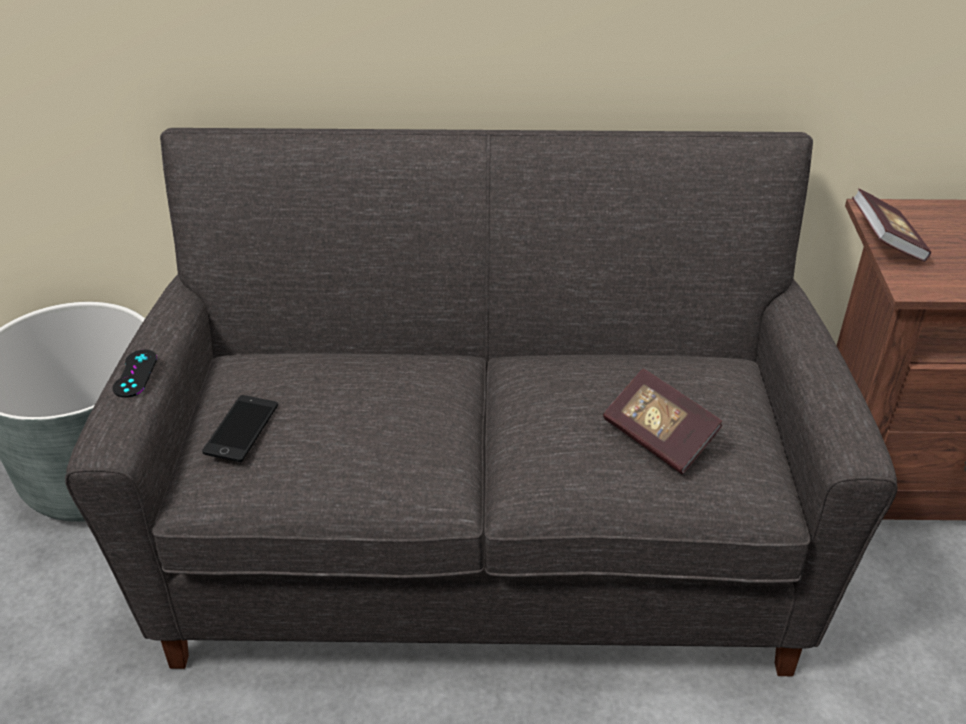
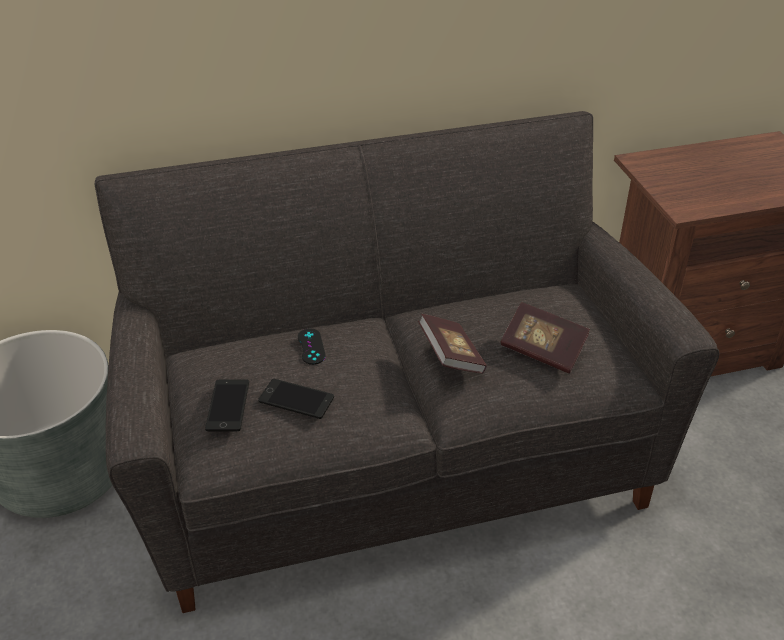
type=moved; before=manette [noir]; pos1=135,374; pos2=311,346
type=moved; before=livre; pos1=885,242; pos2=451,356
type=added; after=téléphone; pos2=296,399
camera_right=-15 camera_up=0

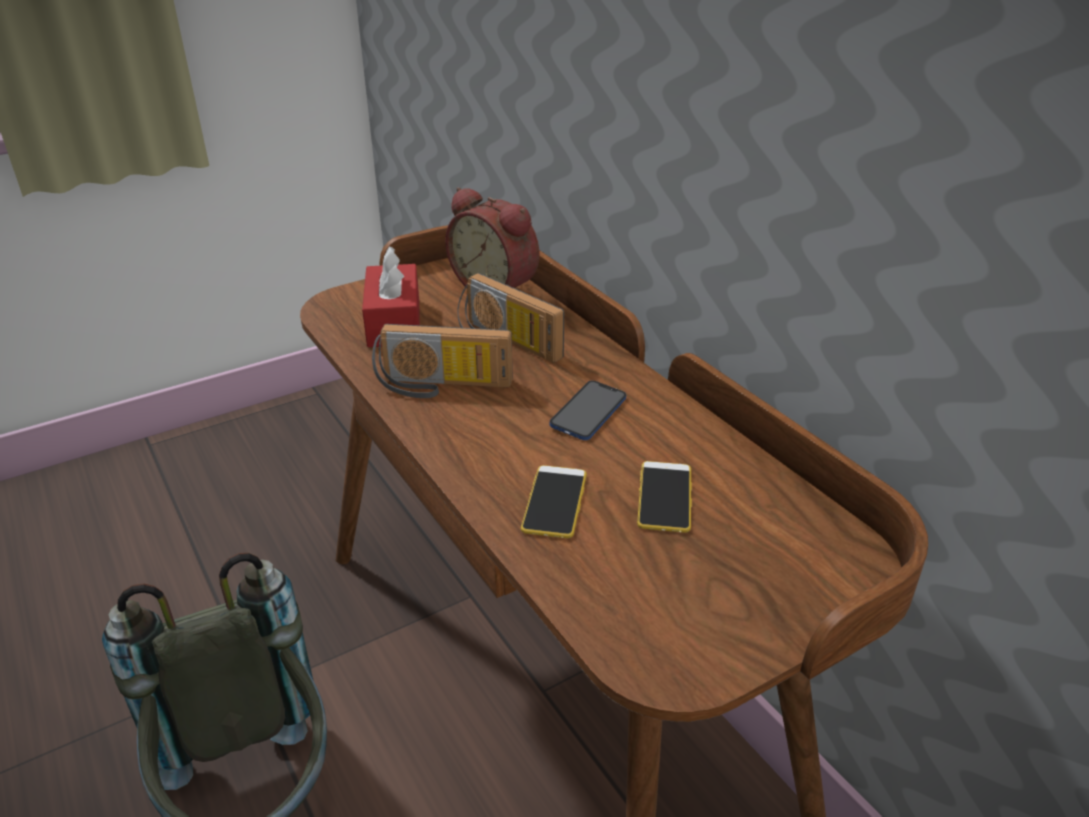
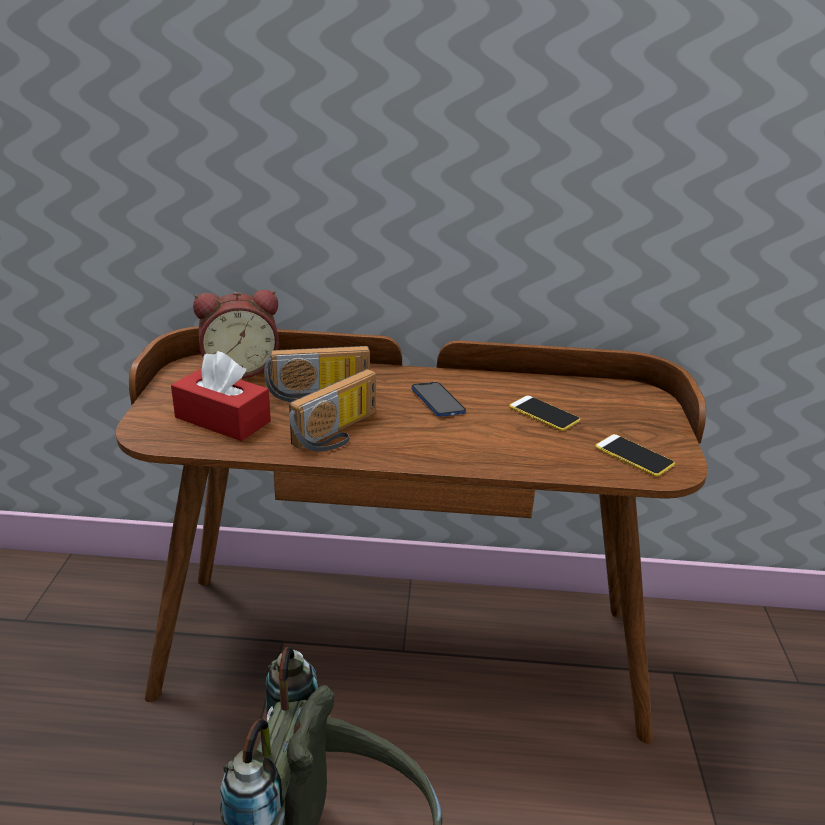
type=moved; before=téléphone; pos1=554,502; pos2=634,456
camera_right=-55 camera_up=-5

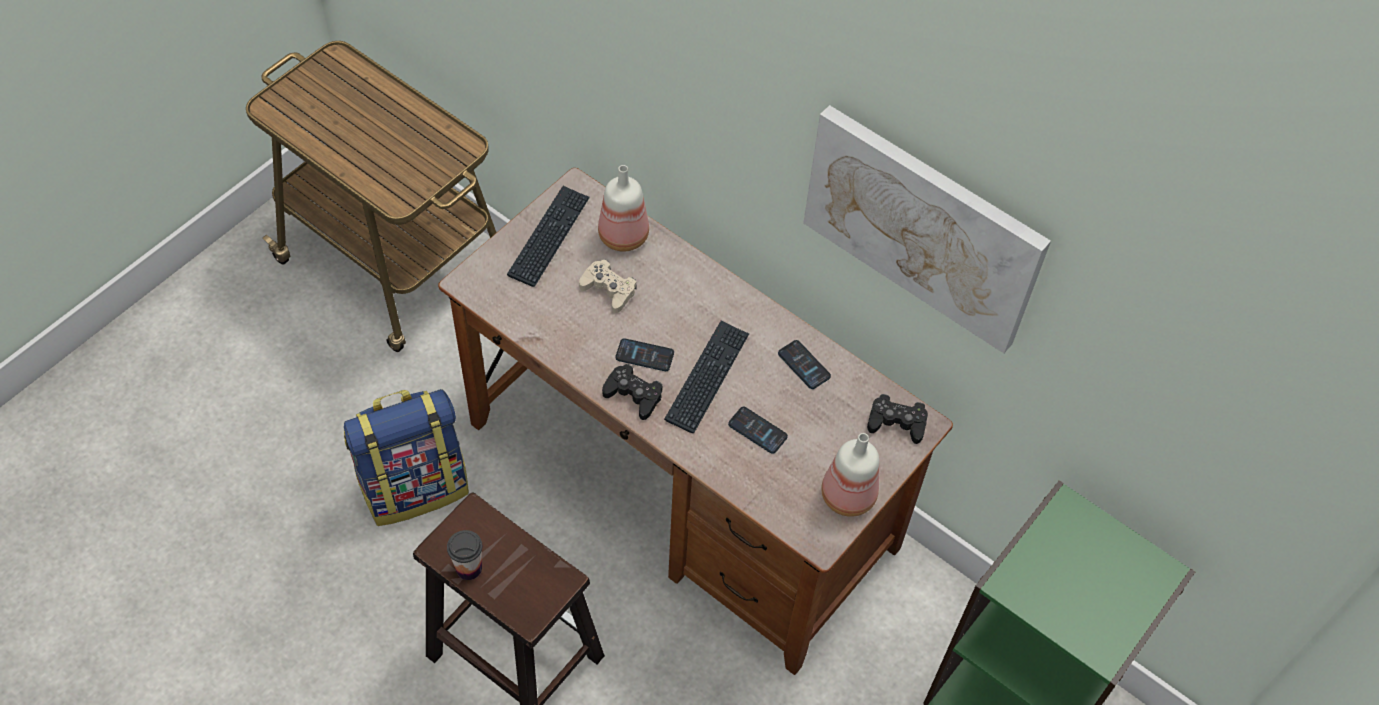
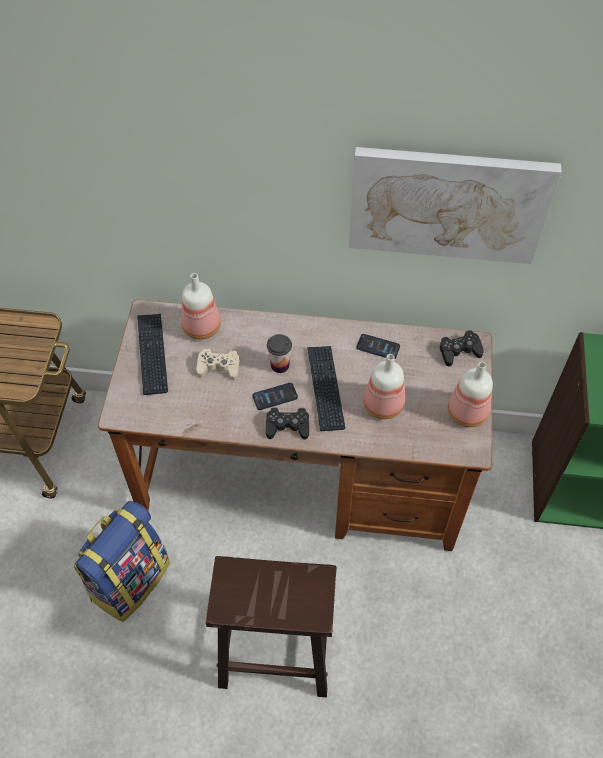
type=moved; before=tasse; pos1=469,568; pos2=280,365
type=replaced; before=téléphone; after=bouteille; pos1=757,430; pos2=382,404
camera_right=-30 camera_up=0

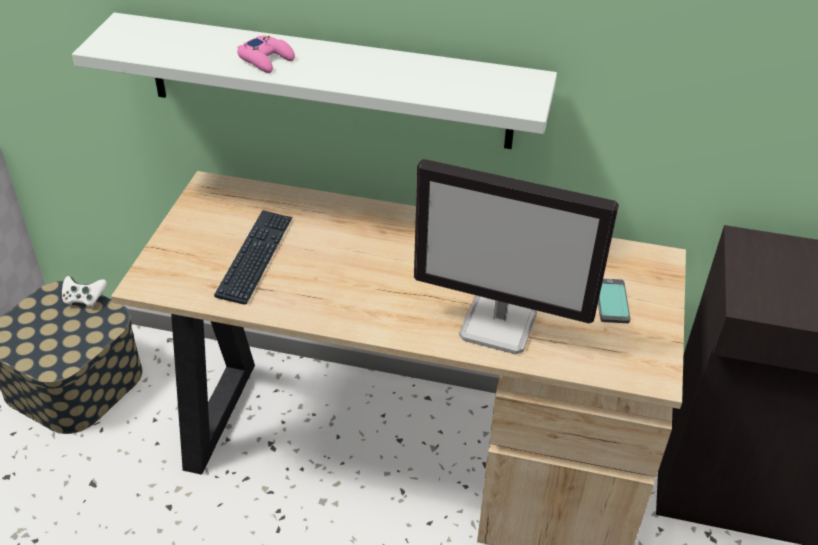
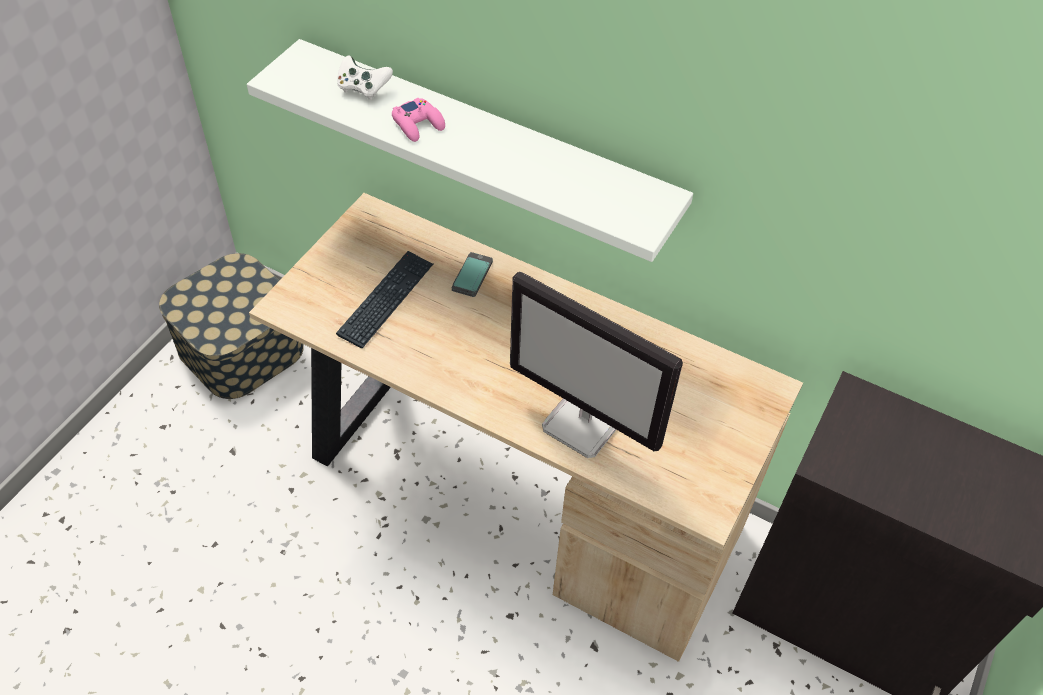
type=moved; before=manette [blanc]; pos1=84,299; pos2=363,88
type=moved; before=téléphone; pos1=611,301; pos2=472,275
camera_right=15 camera_up=10

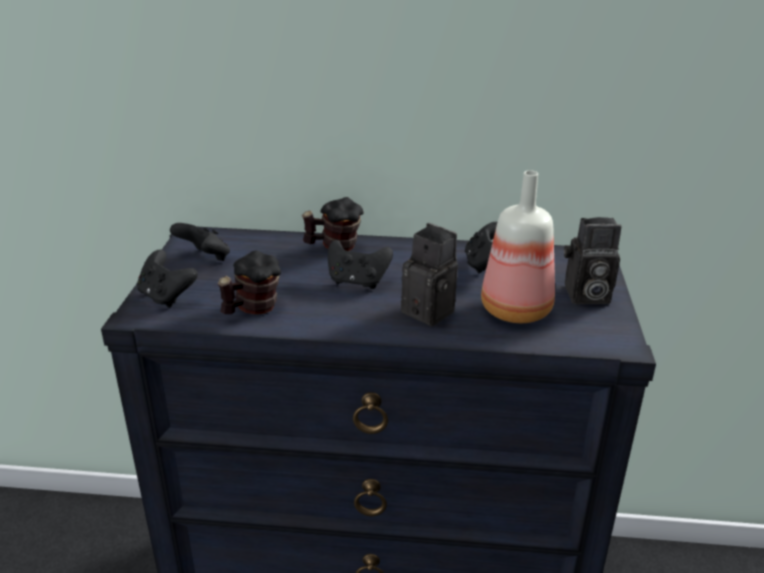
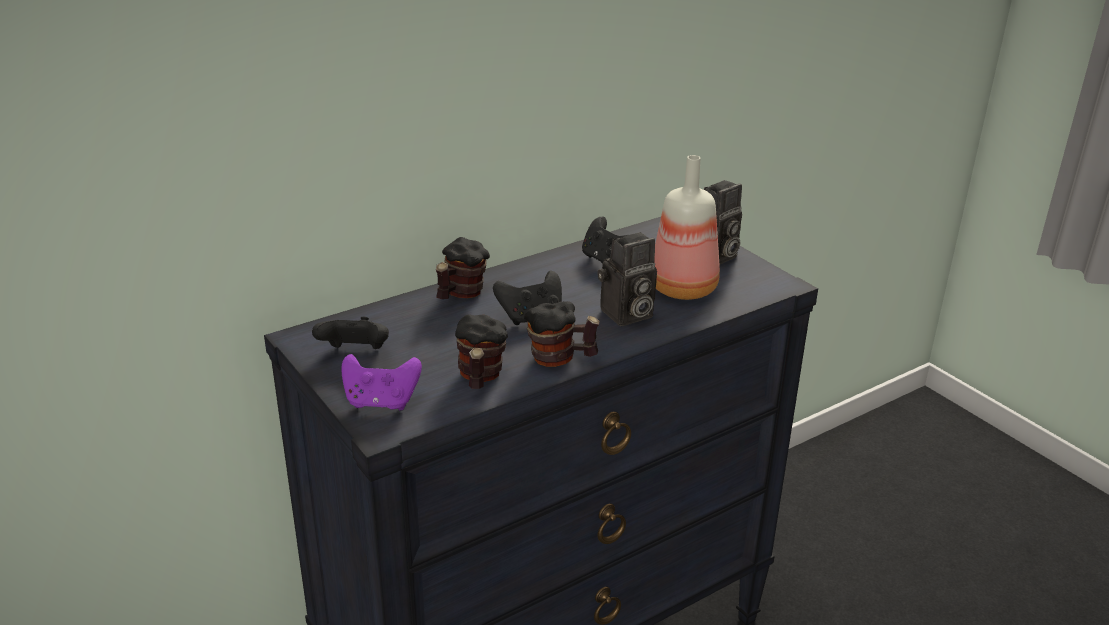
type=recoloured; before=manette [noir]; after=manette [violet]; pos1=166,297; pos2=381,402
type=turned; before=appareil photo; pos1=432,311; pos2=626,315; turn=150
type=added; after=mug; pos2=560,359
camera_right=-40 camera_up=0

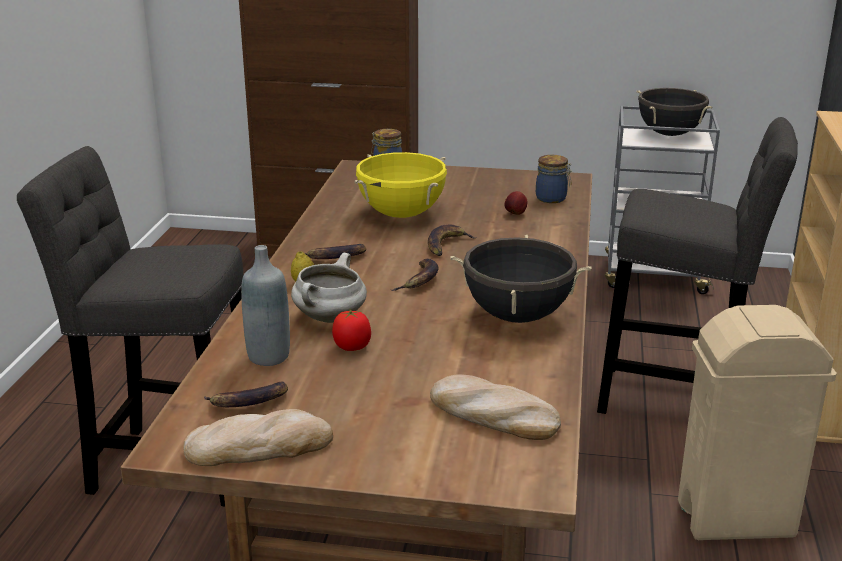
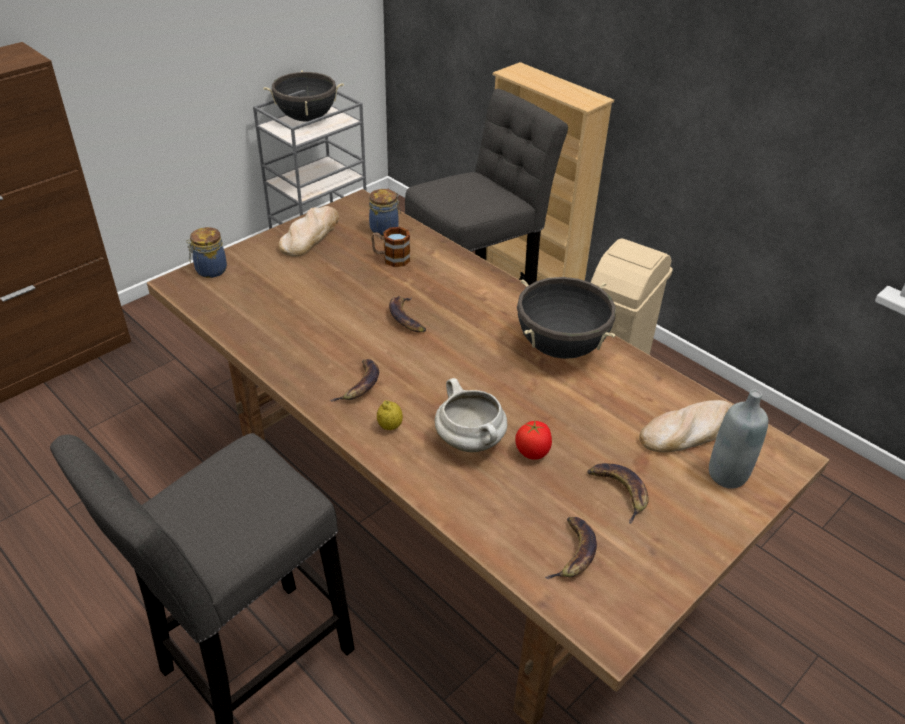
type=moved; before=pain; pos1=259,446; pos2=310,234
type=moved; before=bouteille [gris]; pos1=268,356; pos2=727,475
type=removed; before=marmite [jaune]; pos1=402,214
type=moved; before=banane; pos1=419,280; pos2=620,492
type=replaced; before=pomme; after=mug; pos1=515,214; pos2=391,258
camera_right=-55 camera_up=15

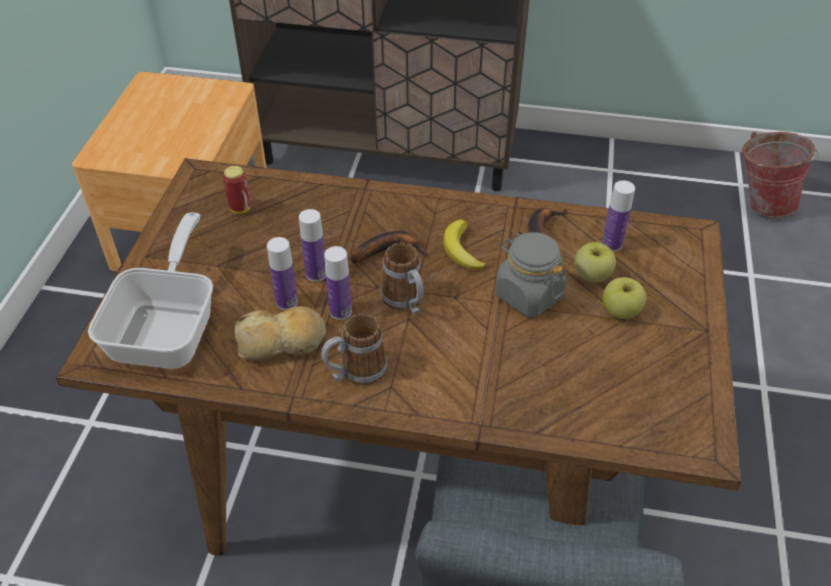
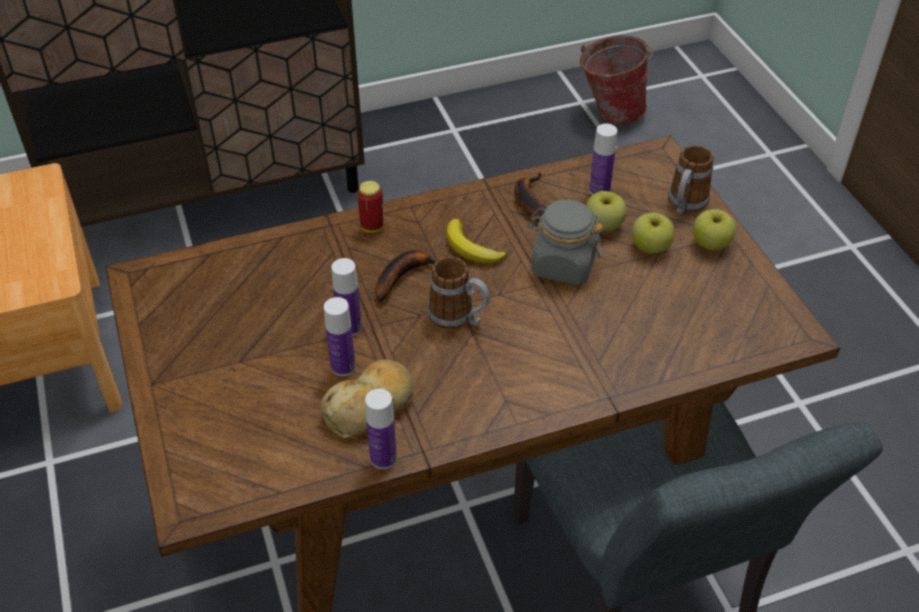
type=removed; before=poêle; pos1=169,327
type=moved; before=boîte métallique; pos1=240,208; pos2=372,227
type=moved; before=mug; pos1=355,373; pos2=685,205
type=moved; before=bouteille; pos1=340,311; pos2=383,458
type=added; after=pomme; pos2=711,244
camera_right=-30 camera_up=0

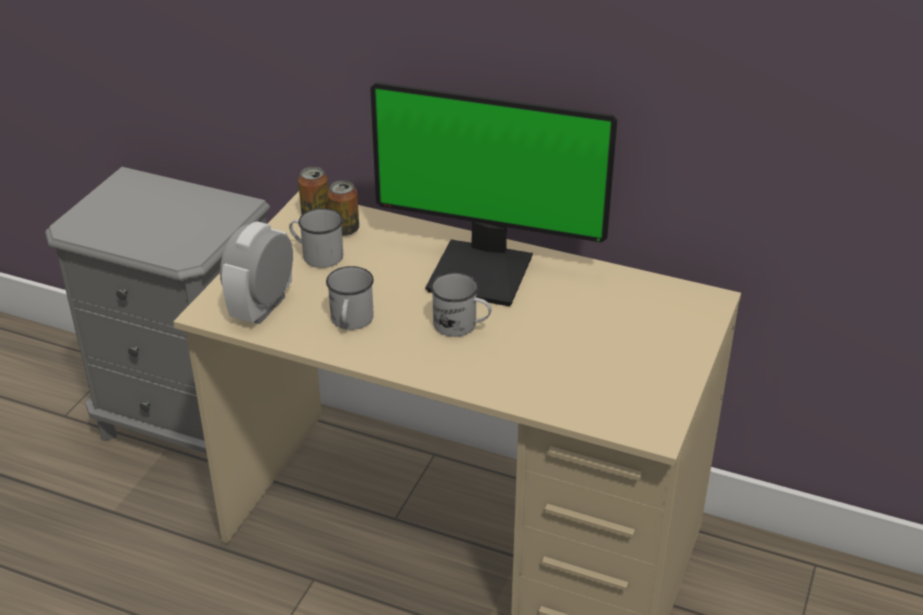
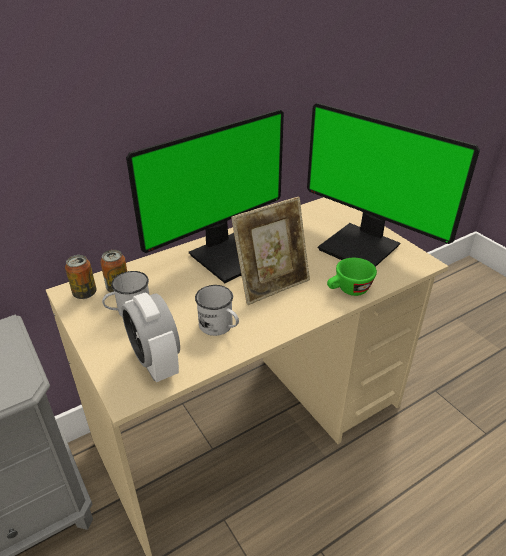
type=replaced; before=mug [blanc]; after=cadre photo; pos1=461,326; pos2=272,285
type=added; after=écran d'ordinateur; pos2=362,246
type=added; after=tasse [vert]; pos2=348,290
camera_right=-55 camera_up=0

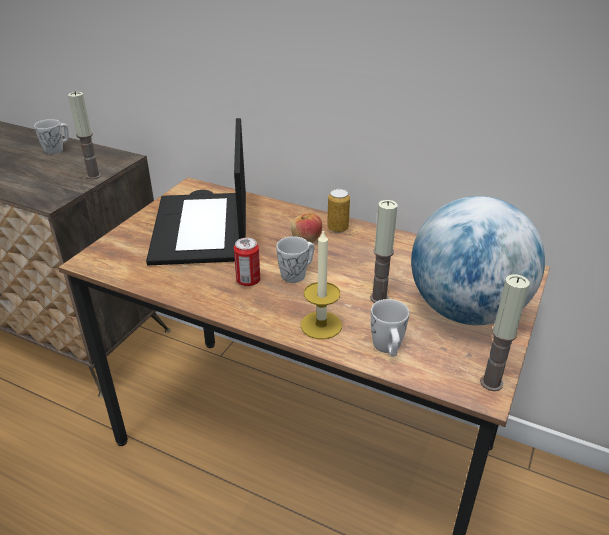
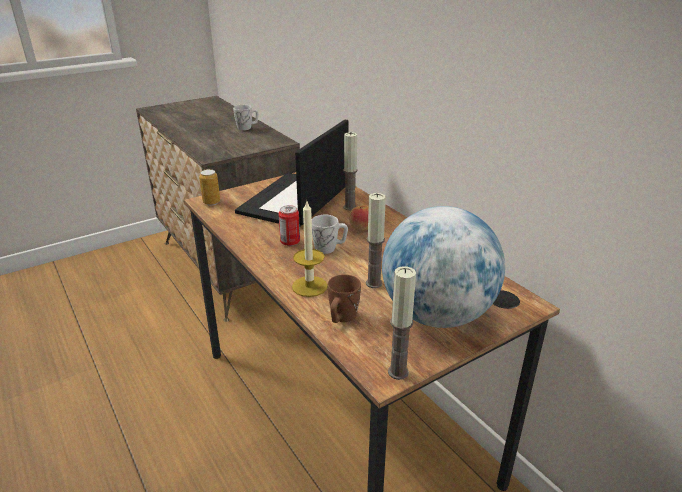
type=moved; before=bougie; pos1=93,176; pos2=350,207
type=moved; before=boîte métallique; pos1=337,228; pos2=211,202
type=recoloured; before=mug [blanc]; after=mug [marron]; pos1=388,348; pos2=341,318
camera_right=30 camera_up=-5

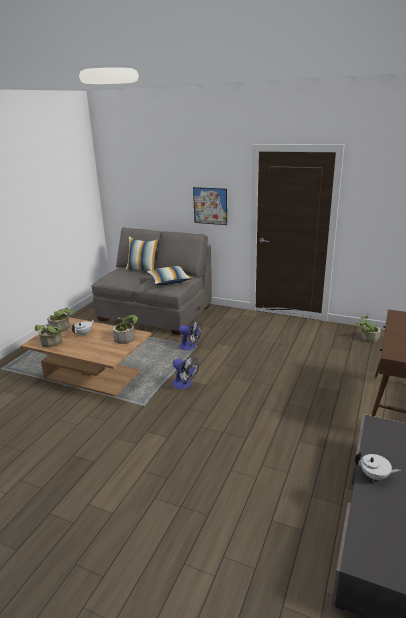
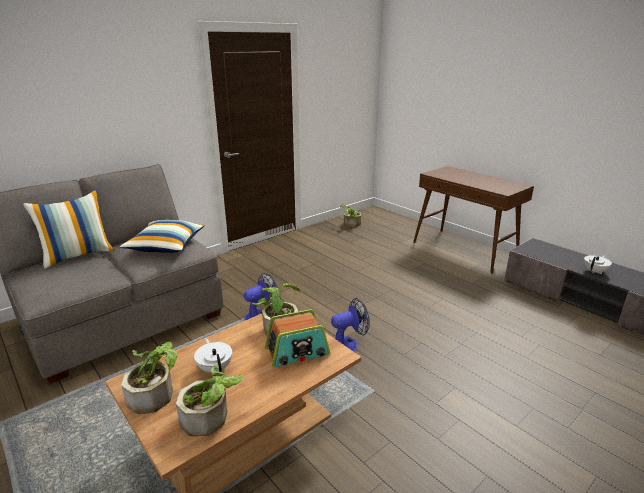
type=removed; before=tableau; pos1=210,206
type=added; after=radio; pos2=297,352
camera_right=-65 camera_up=0

